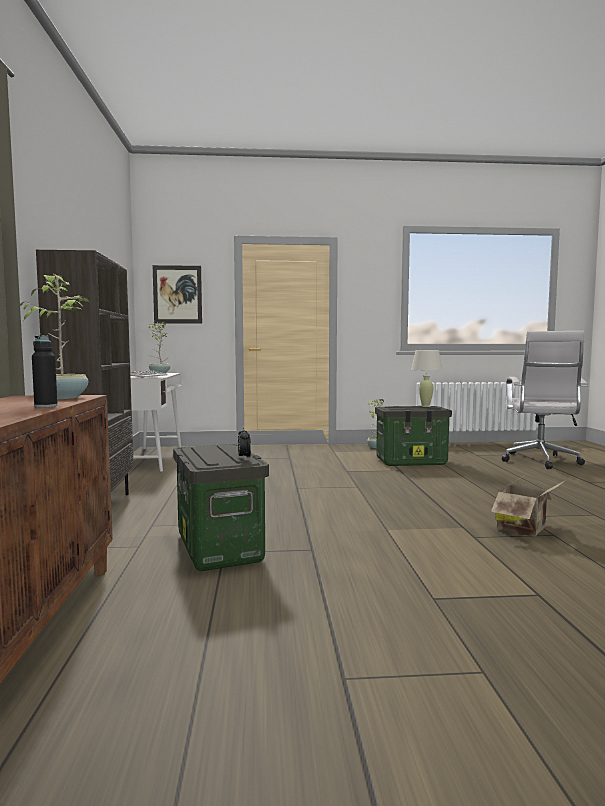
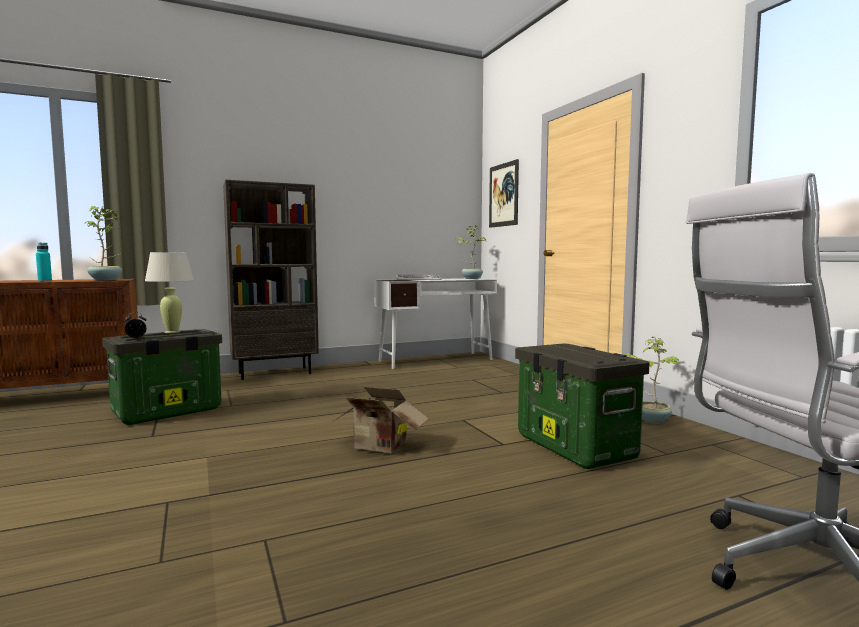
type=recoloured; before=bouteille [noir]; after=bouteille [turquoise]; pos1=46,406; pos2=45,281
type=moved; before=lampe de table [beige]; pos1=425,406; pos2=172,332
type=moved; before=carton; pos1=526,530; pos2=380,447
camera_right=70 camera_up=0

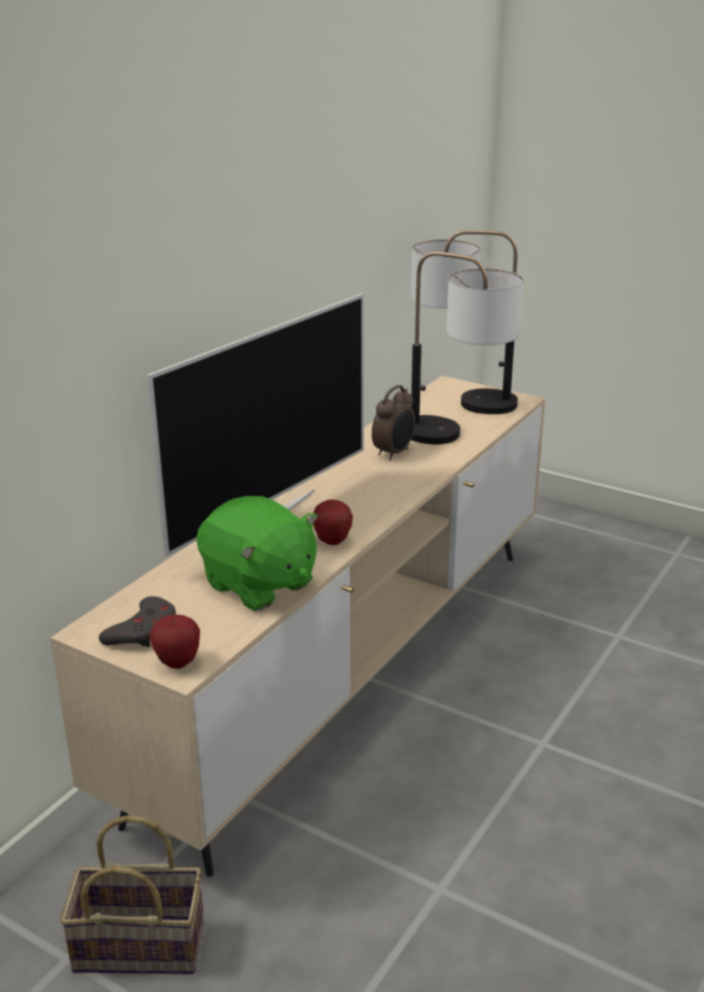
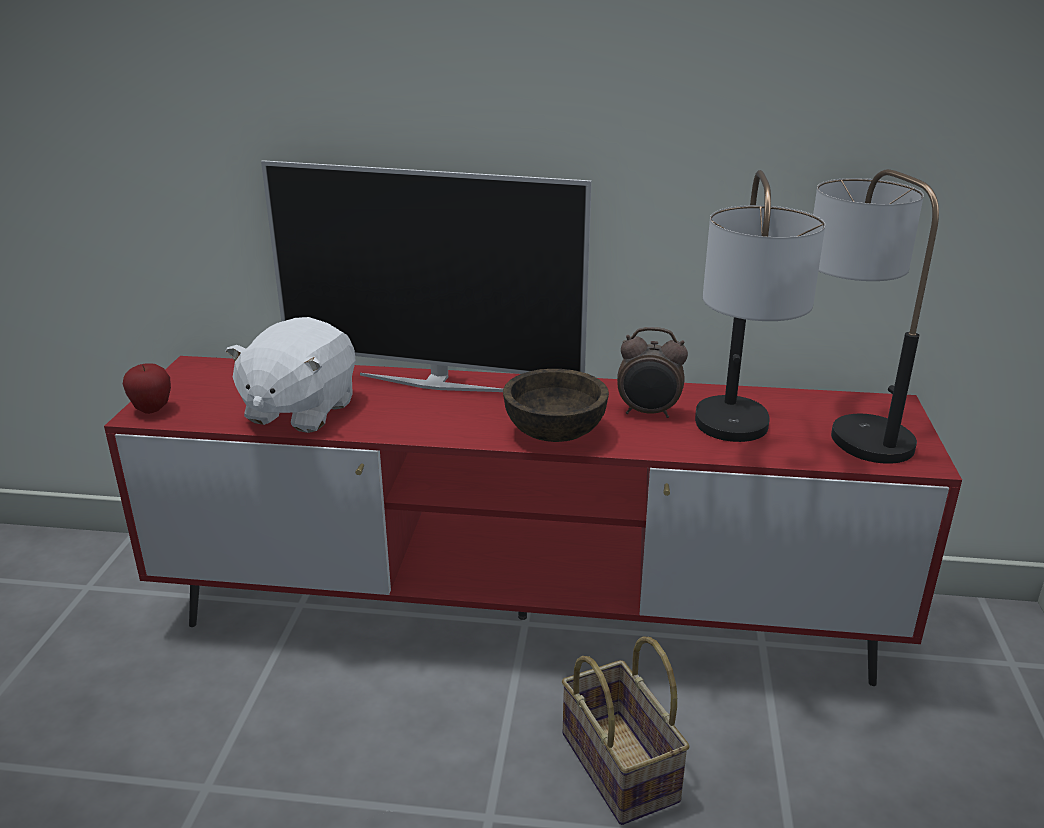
type=recoloured; before=meuble télé [beige]; after=meuble télé [rouge]; pos1=350,673; pos2=522,618
type=moved; before=panier; pos1=143,944; pos2=623,768
type=removed; before=manette [gris]; pos1=142,630
type=recoloured; before=peluche [vert]; after=peluche [blanc]; pos1=259,585; pos2=299,411
type=removed; before=pomme; pos1=332,541
type=added; after=bol [marron]; pos2=555,433
camera_right=65 camera_up=0

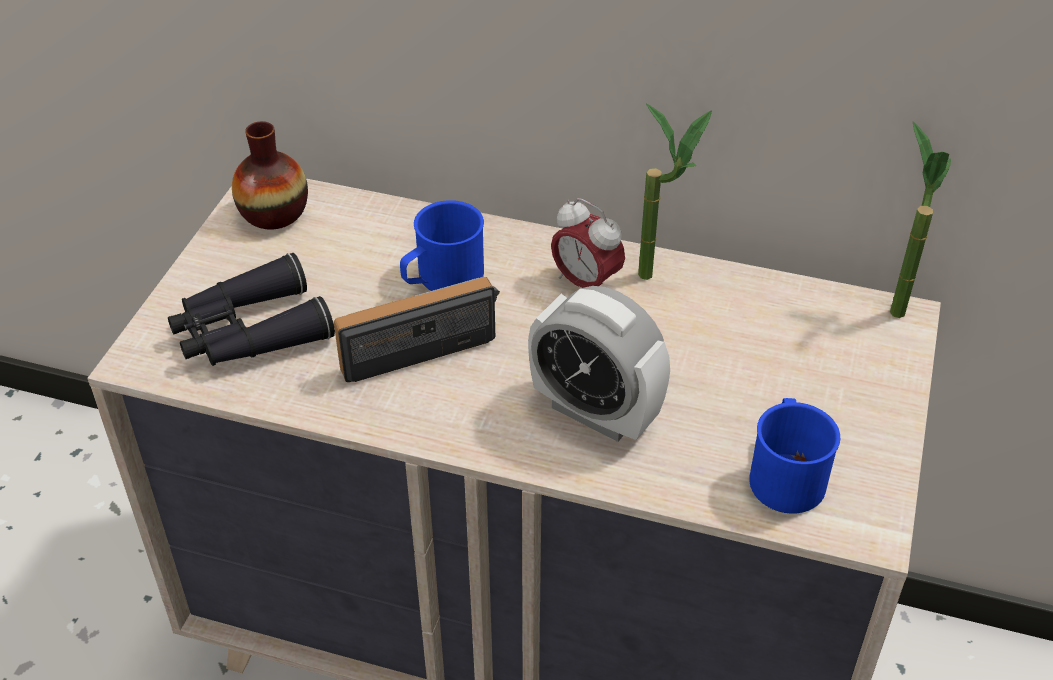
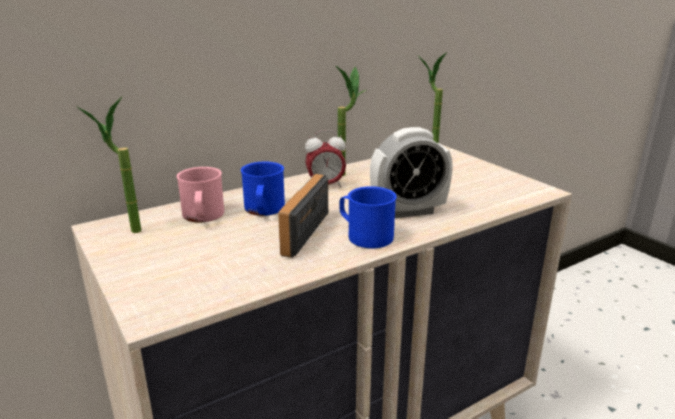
type=removed; before=jumelles [noir]; pos1=249,332
type=replaced; before=vase; after=plante en pot; pos1=274,213; pos2=126,231
type=moved; before=mug [bleu]; pos1=786,473; pos2=364,235
type=added; after=mug [rose]; pos2=203,217
camera_right=-50 camera_up=-20

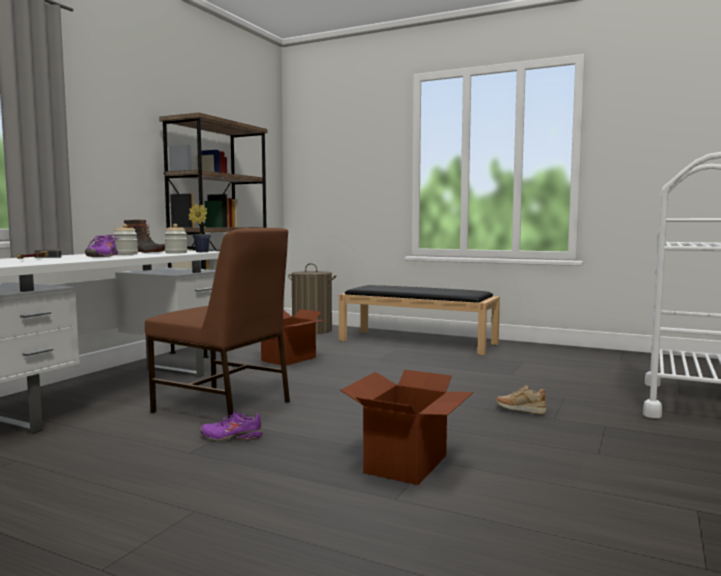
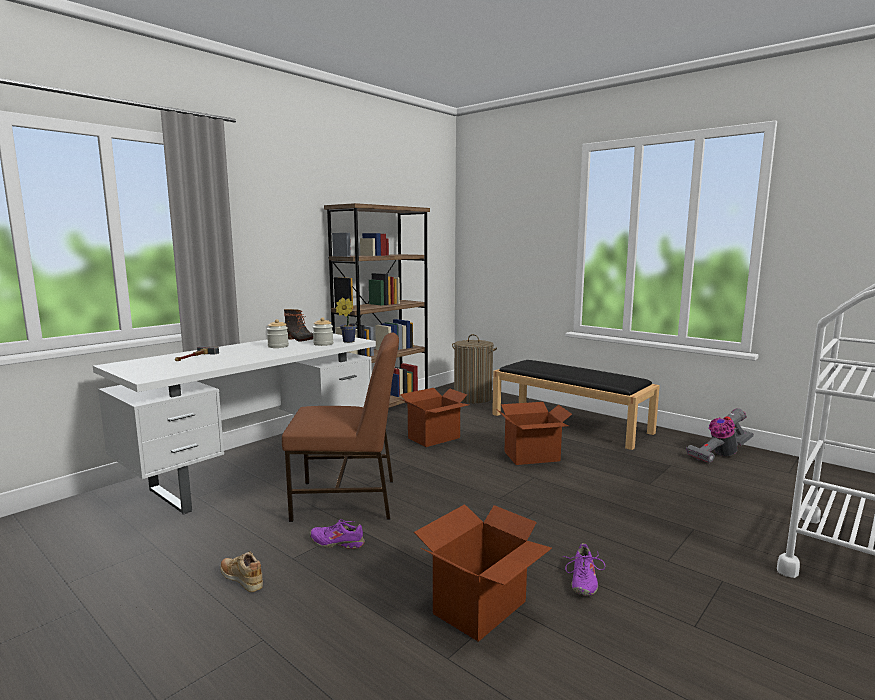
type=moved; before=chaussure [violet]; pos1=102,256; pos2=582,581
type=turned; before=chaise [marron]; pos1=223,407; pos2=347,500; turn=-45
type=moved; before=chaussure [beige]; pos1=520,411; pos2=242,580
type=added; after=carton; pos2=532,457
type=added; after=aspirateur; pos2=719,455
camera_right=15 camera_up=5

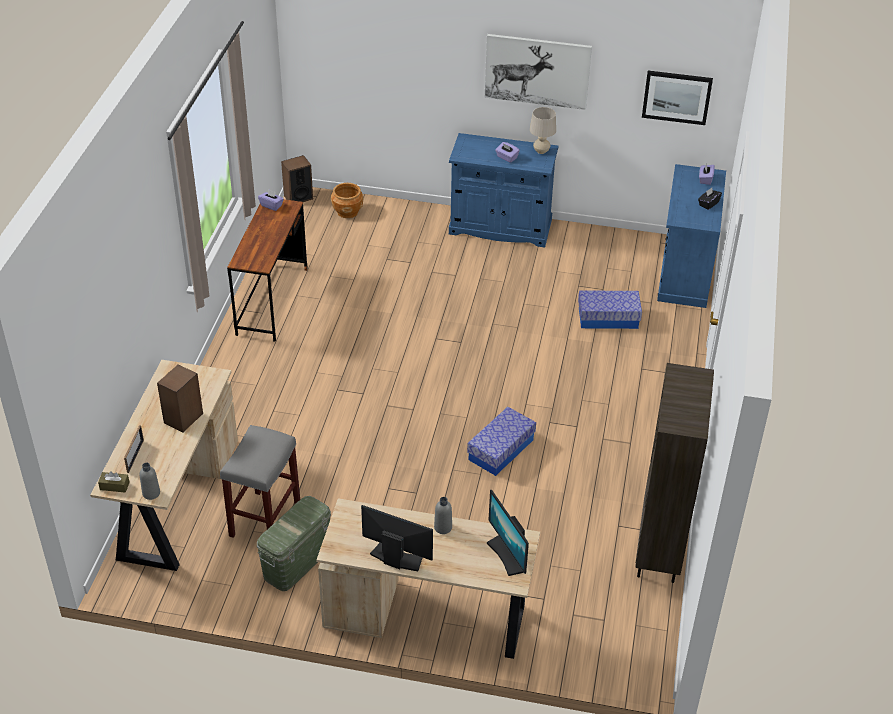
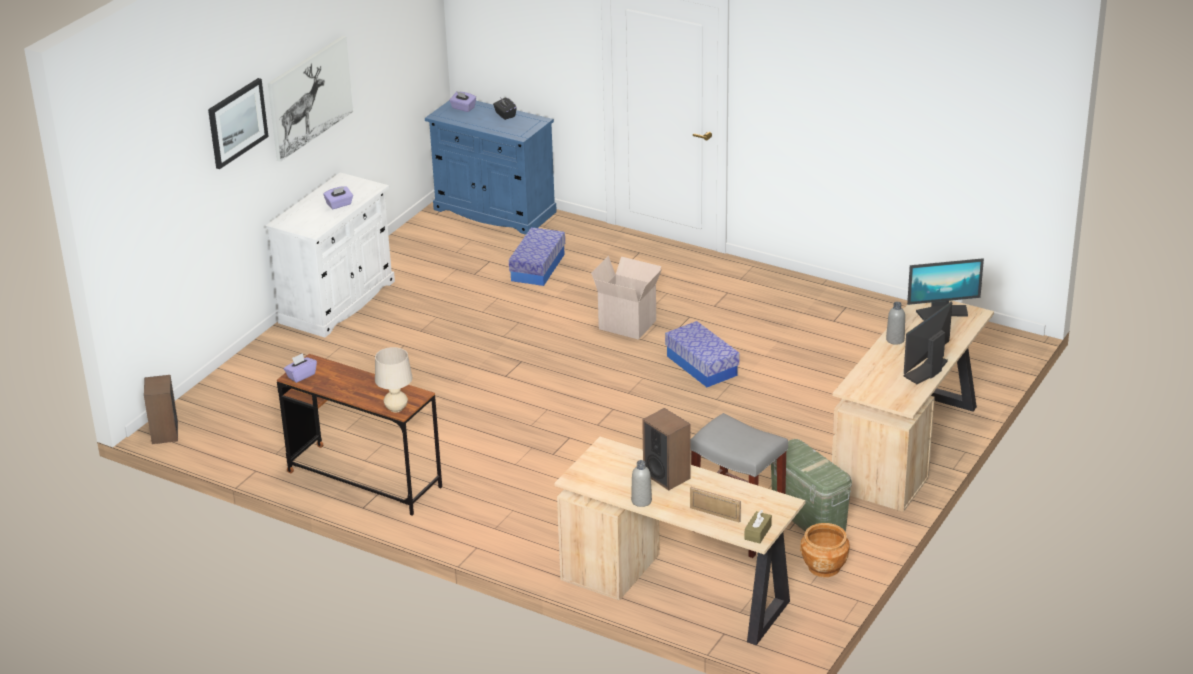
type=moved; before=bouteille [gris]; pos1=151,493; pos2=641,501
type=moved; before=cache-pot [marron]; pos1=347,212; pos2=824,567
type=recoloured; before=meuble de rangement [bleu]; after=meuble de rangement [blanc]; pos1=500,227; pos2=337,302
type=moved; before=lampe de table [beige]; pos1=541,151; pos2=396,408
type=removed; before=bibliothèque [marron]; pos1=660,551
type=moved; before=tableau; pos1=676,97; pos2=237,122
type=added; after=carton; pos2=629,324
camera_right=-70 camera_up=-10

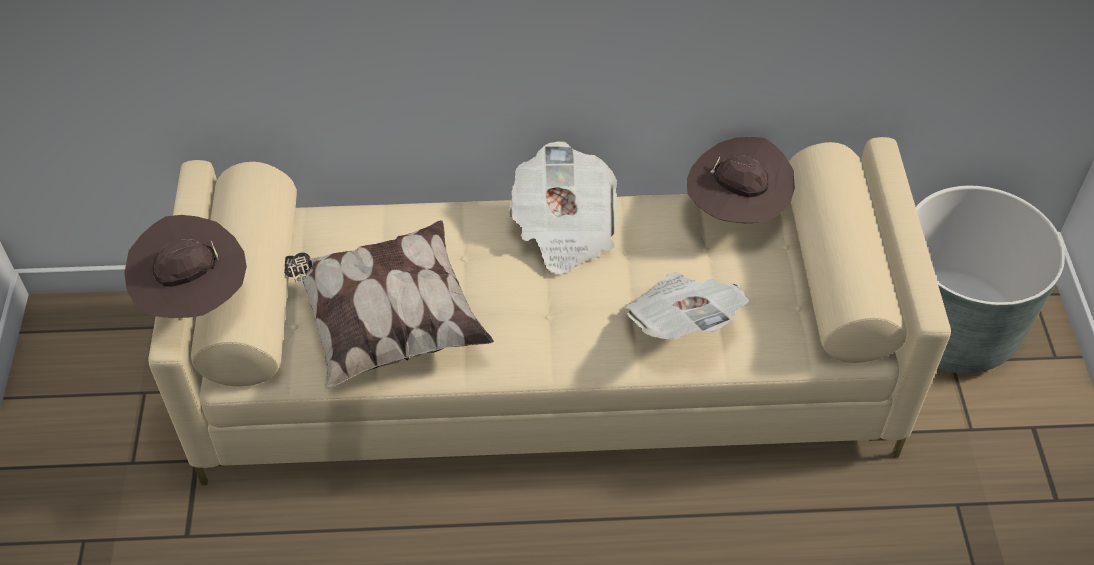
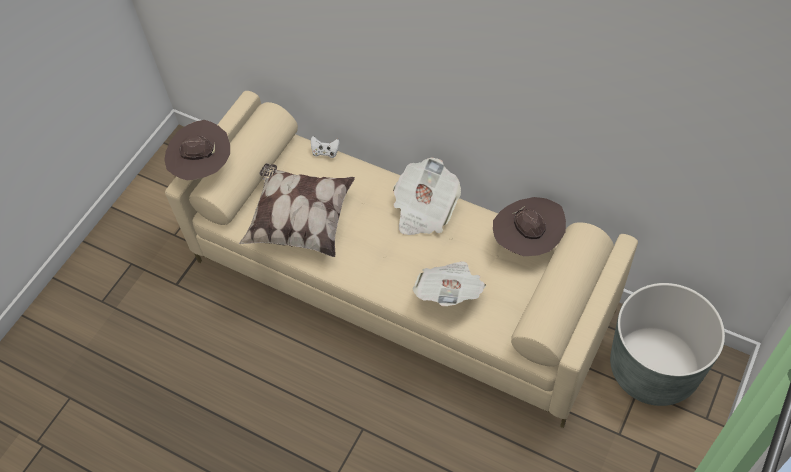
type=added; after=manette [blanc]; pos2=325,152
camera_right=35 camera_up=5

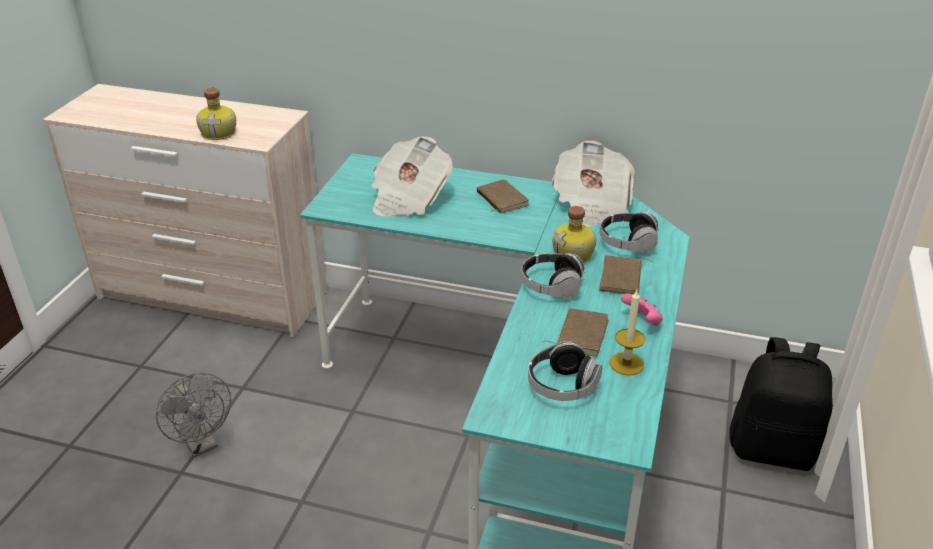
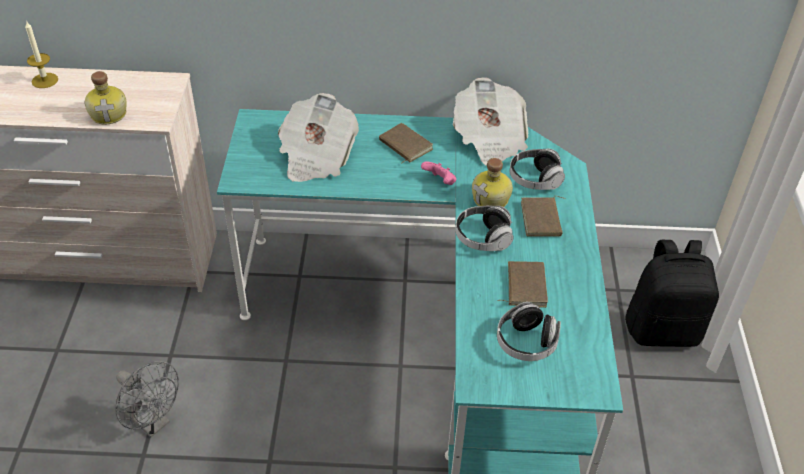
type=moved; before=bougie; pos1=626,364; pos2=45,80
type=moved; before=manette [rose]; pos1=642,321; pos2=440,182
camera_right=-15 camera_up=10

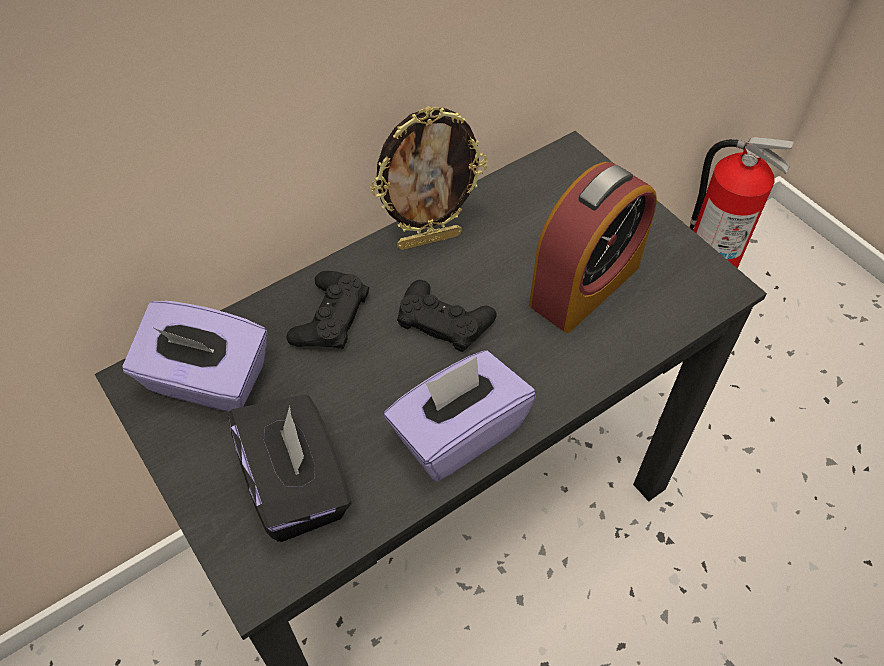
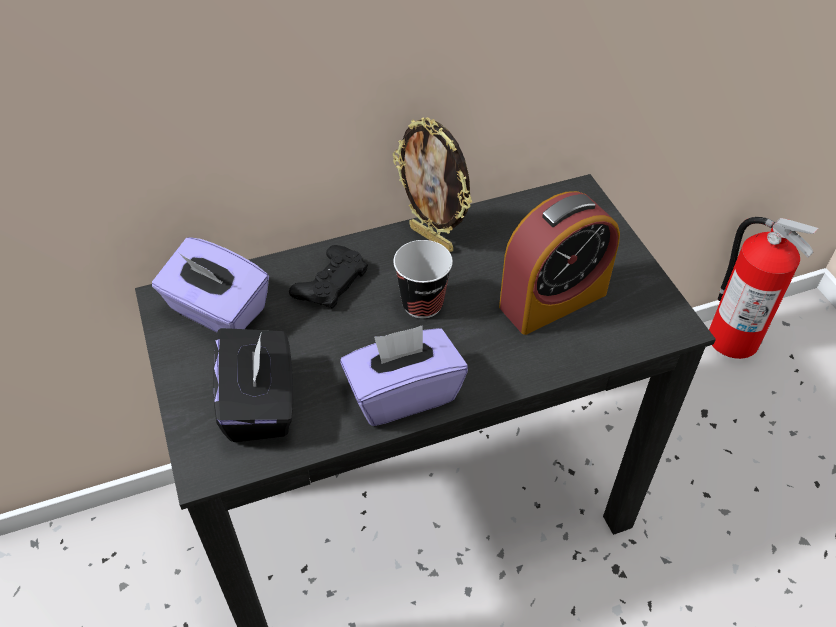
type=turned; before=cadre photo; pos1=429,239; pos2=432,238; turn=45
type=replaced; before=manette [noir]; after=tasse; pos1=444,320; pos2=422,304
camera_right=15 camera_up=-5

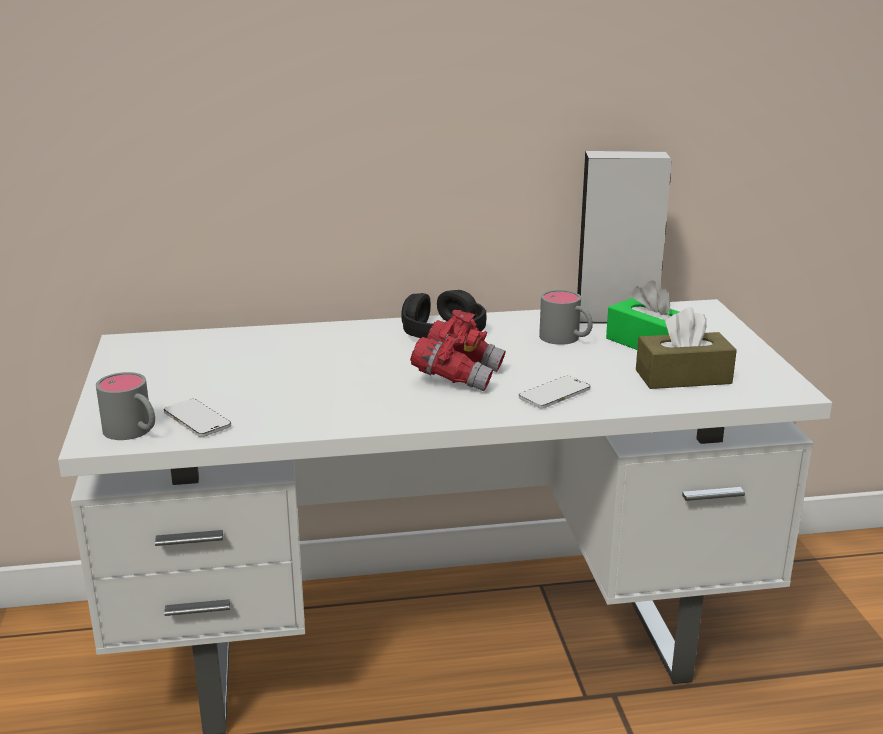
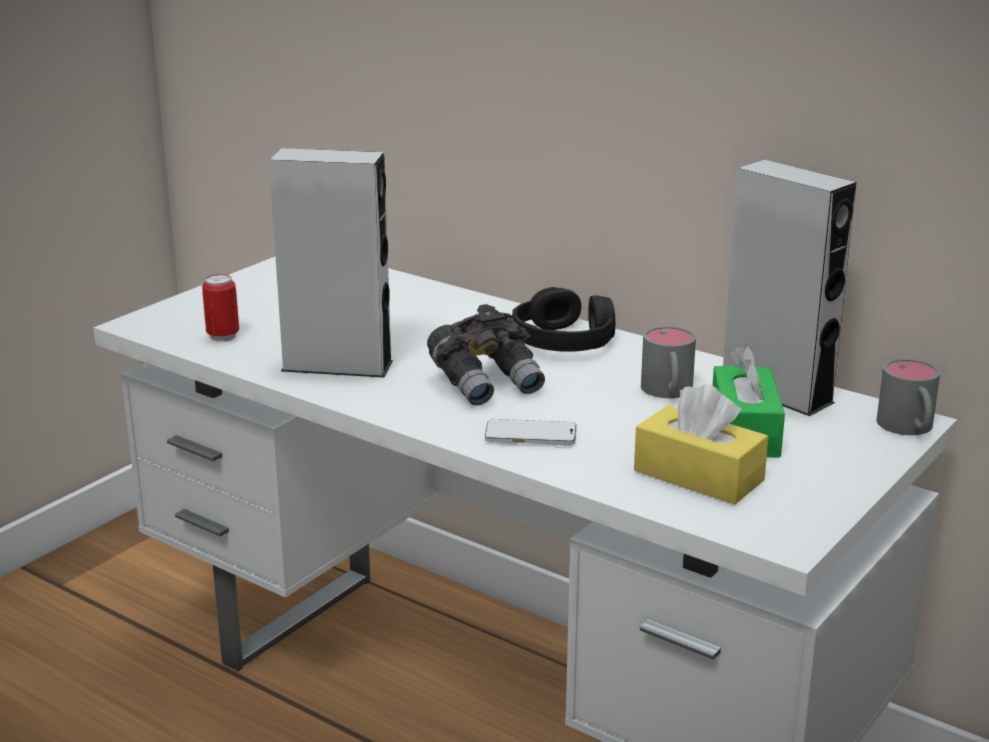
type=moved; before=mug [gris]; pos1=134,432; pos2=909,429
type=replaced; before=téléphone; after=boîte métallique; pos1=197,420; pos2=223,336
type=recoloured; before=jumelles [rouge]; after=jumelles [gris]; pos1=458,375; pos2=487,383
type=recoloured; before=boîte à mouchoirs [marron]; after=boîte à mouchoirs [jaune]; pos1=683,377; pos2=698,475
type=added; after=enceinte [gris]; pos2=337,365
camera_right=45 camera_up=0

